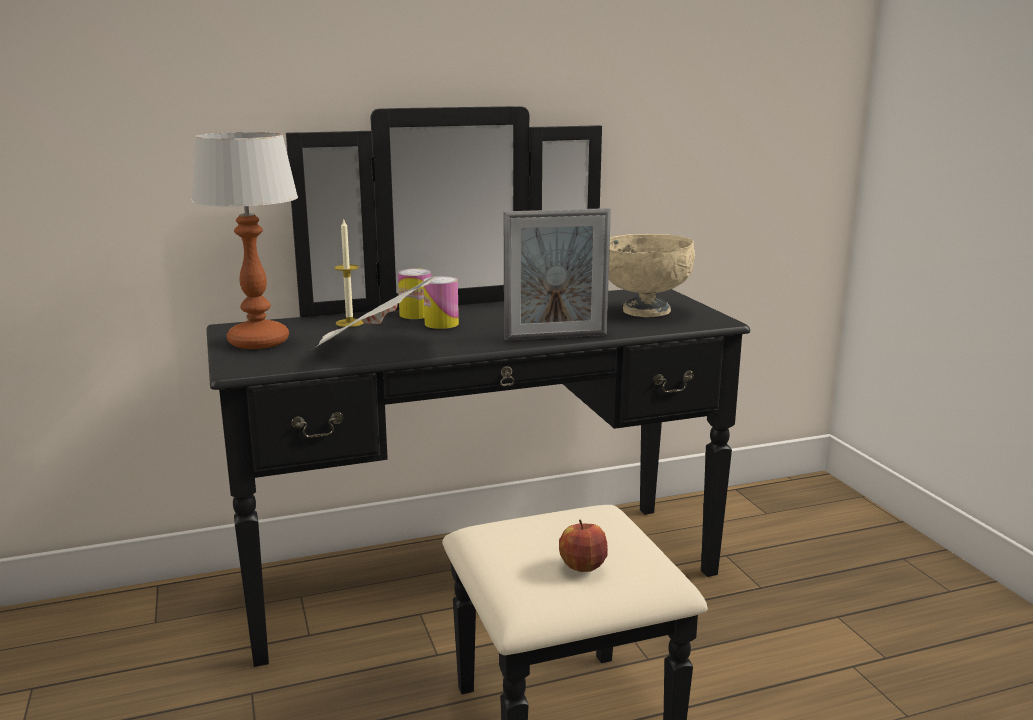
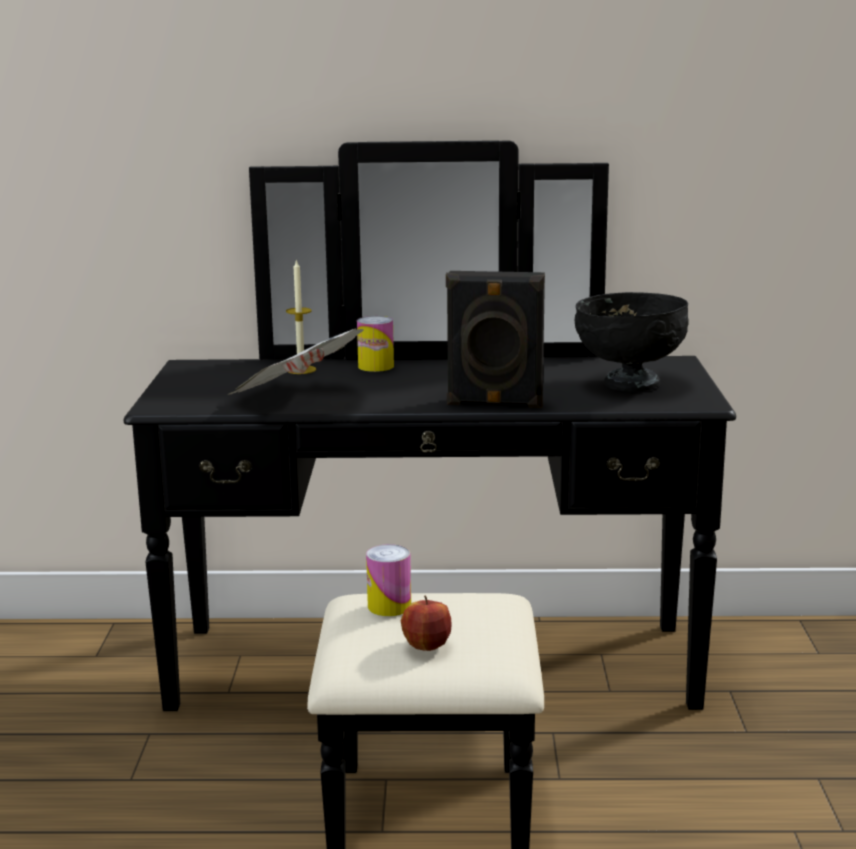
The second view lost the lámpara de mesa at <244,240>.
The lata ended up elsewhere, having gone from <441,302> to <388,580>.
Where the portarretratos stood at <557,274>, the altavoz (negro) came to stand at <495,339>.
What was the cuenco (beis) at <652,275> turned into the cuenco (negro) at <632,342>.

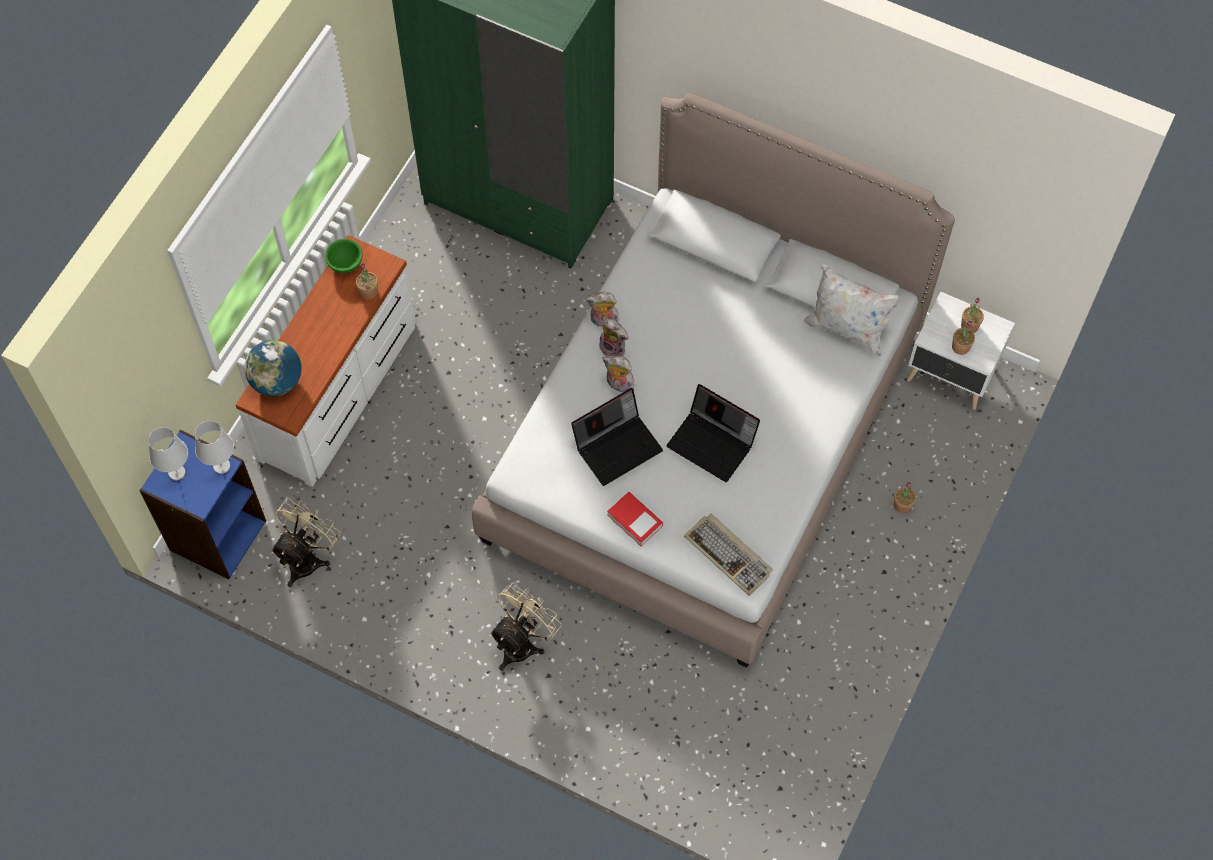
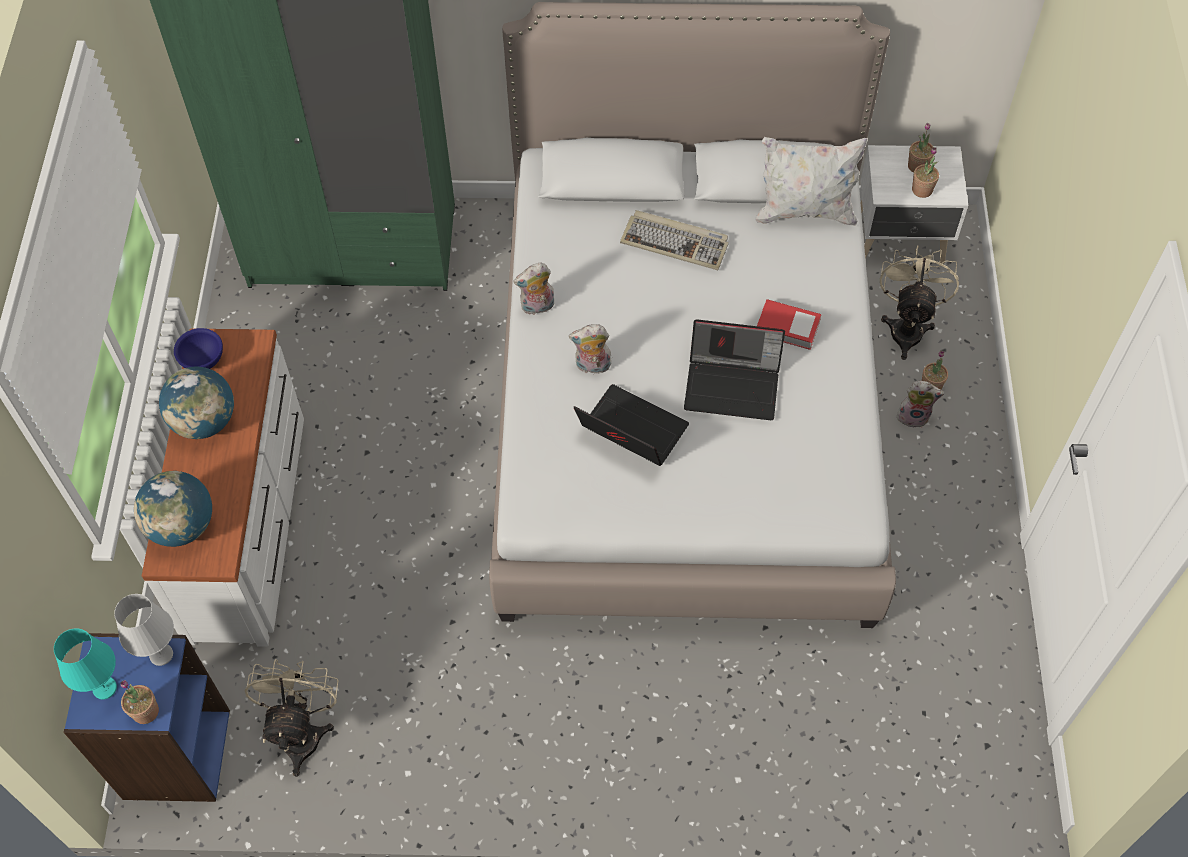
The second view gained the globo terráqueo at <196,403>.
The planta en maceta ended up elsewhere, having gone from <367,281> to <140,702>.
The ventilador (beis) ended up elsewhere, having gone from <525,626> to <919,302>.
The peluche ended up elsewhere, having gone from <614,337> to <920,404>.
The libro ended up elsewhere, having gone from <635,519> to <789,324>.
The teclado ended up elsewhere, having gone from <728,554> to <674,240>.
What was the lámpara de mesa (blanco) at <168,453> turned into the lámpara de mesa (turquesa) at <85,664>.
What was the cuenco (verde) at <344,256> turned into the cuenco (azul) at <198,348>.
The portátil at <617,437> ended up facing another way, 90 degrees counterclockwise from before.

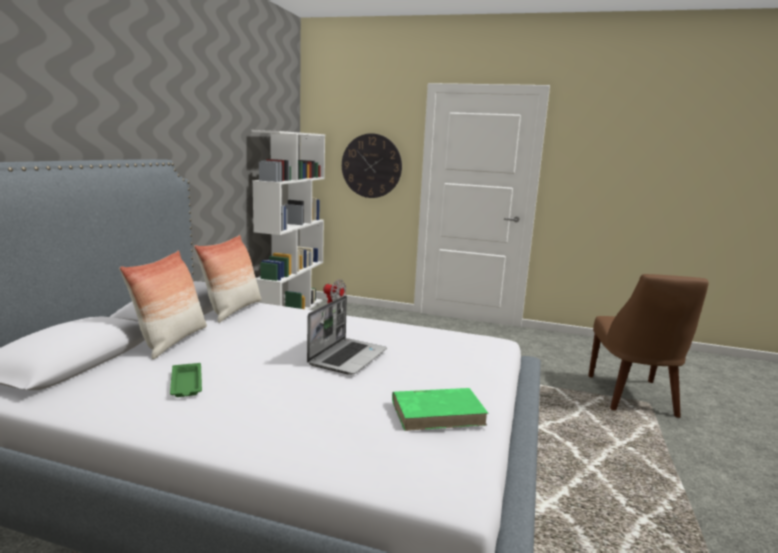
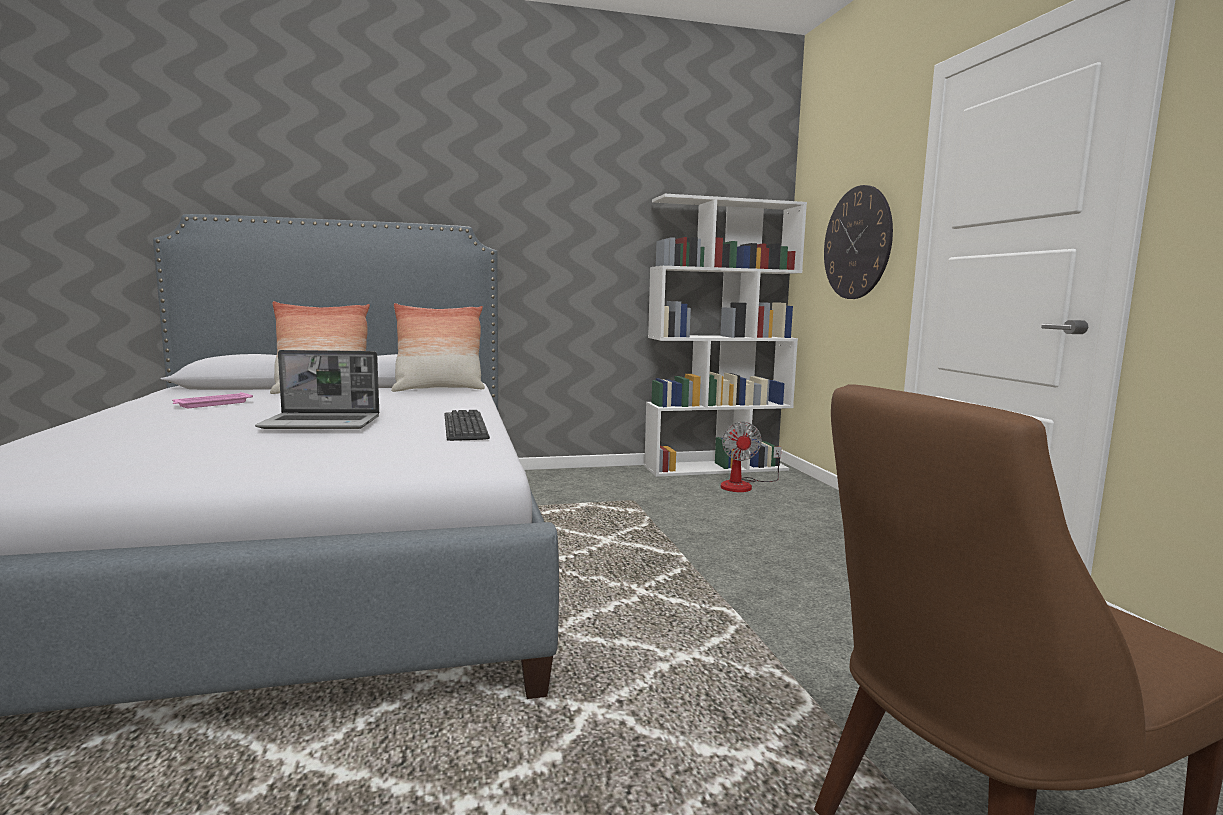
The second view lost the libro (verde) at <440,409>.
The second view gained the teclado at <467,425>.
What was the bandeja (verde) at <186,380> turned into the bandeja (rosa) at <212,400>.

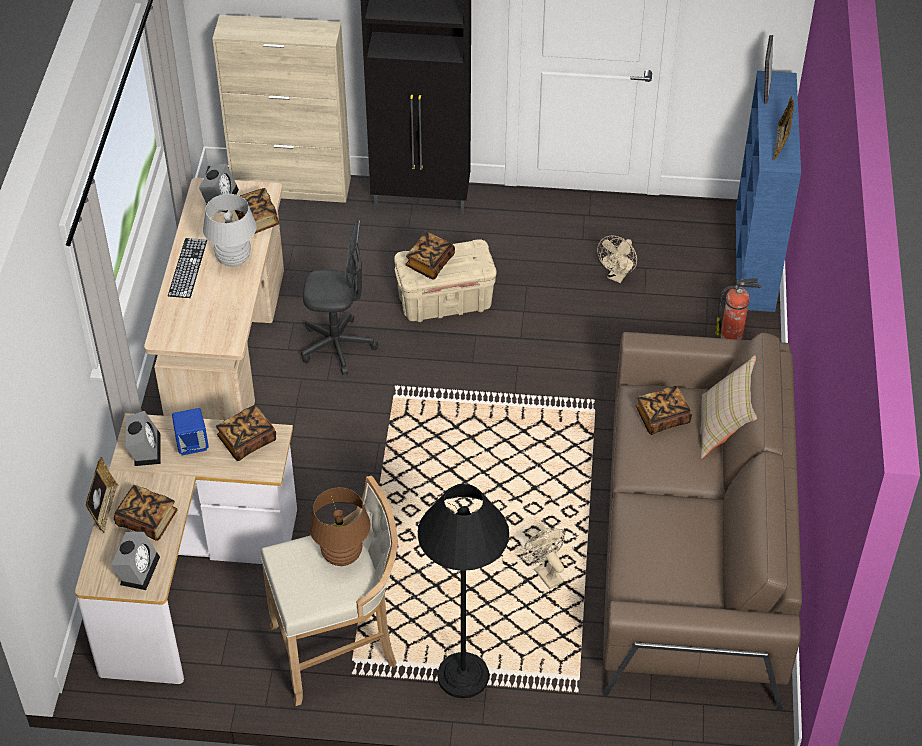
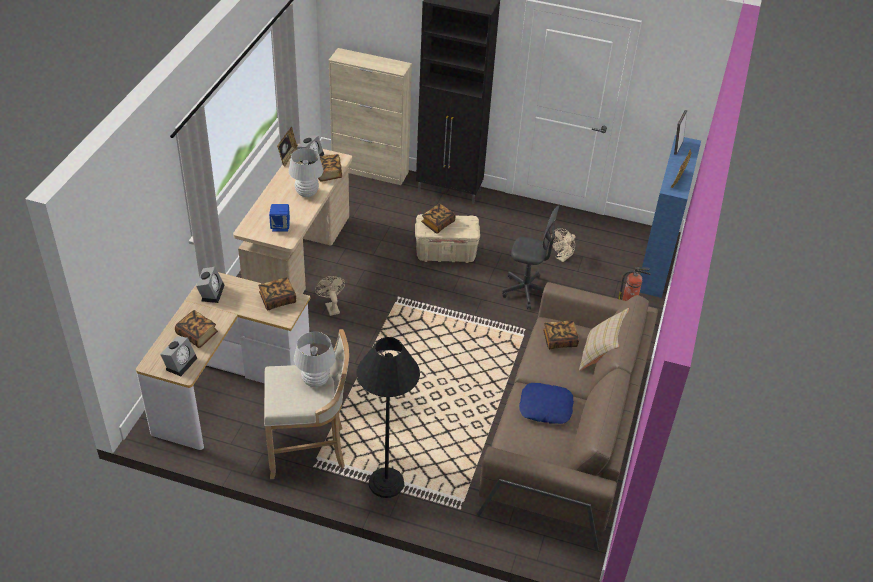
The second view lost the teclado at <187,268>.
The second view gained the cojín (azul) at <546,403>.
The portarretratos ended up elsewhere, having gone from <102,495> to <287,147>.
The altavoz (azul) ended up elsewhere, having gone from <190,431> to <279,217>.
The silla de oficina (gris) ended up elsewhere, having gone from <339,297> to <530,257>.
The ventilador (beis) ended up elsewhere, having gone from <543,558> to <330,296>.
What was the lámpara de mesa (marrón) at <339,526> turned into the lámpara de mesa (blanco) at <315,359>.

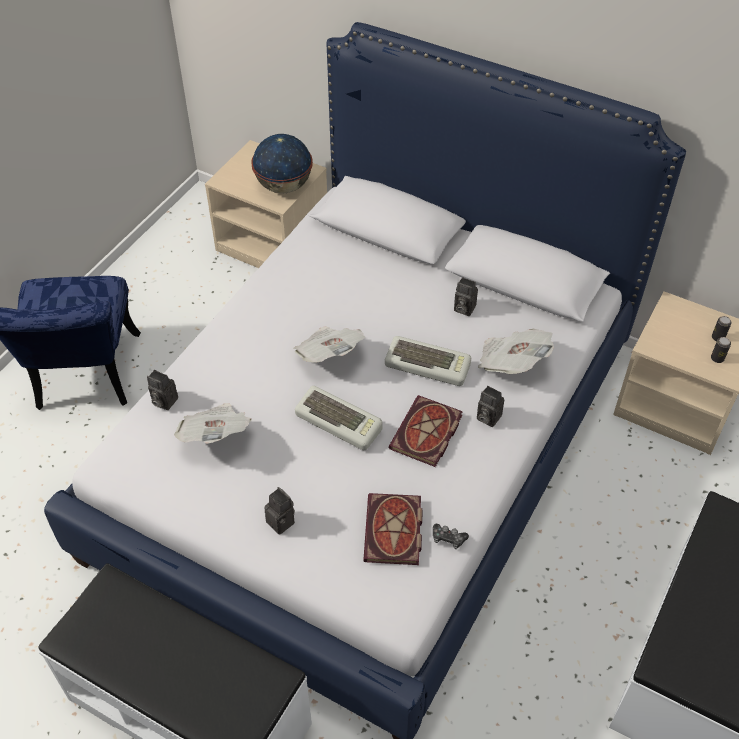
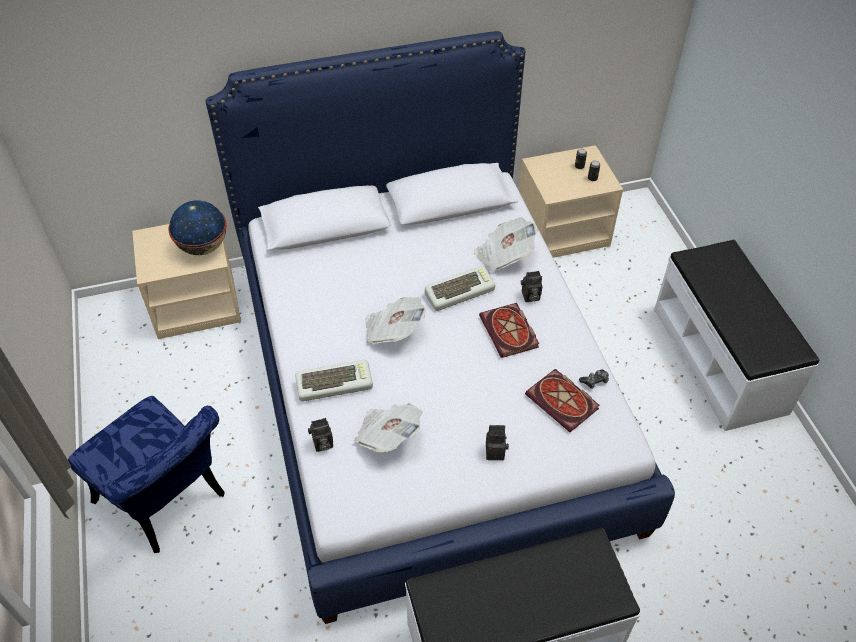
The second view lost the cámara at <466,296>.
The teclado ended up elsewhere, having gone from <338,418> to <334,380>.

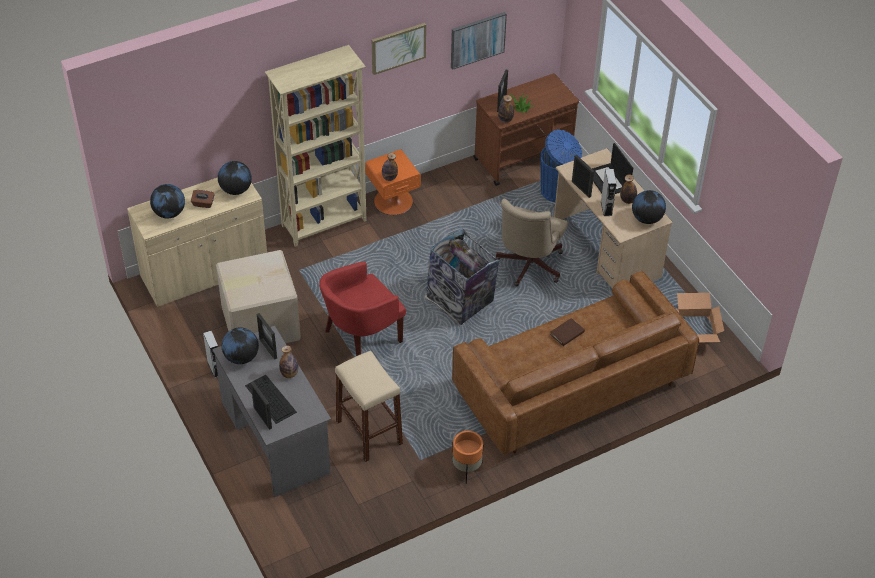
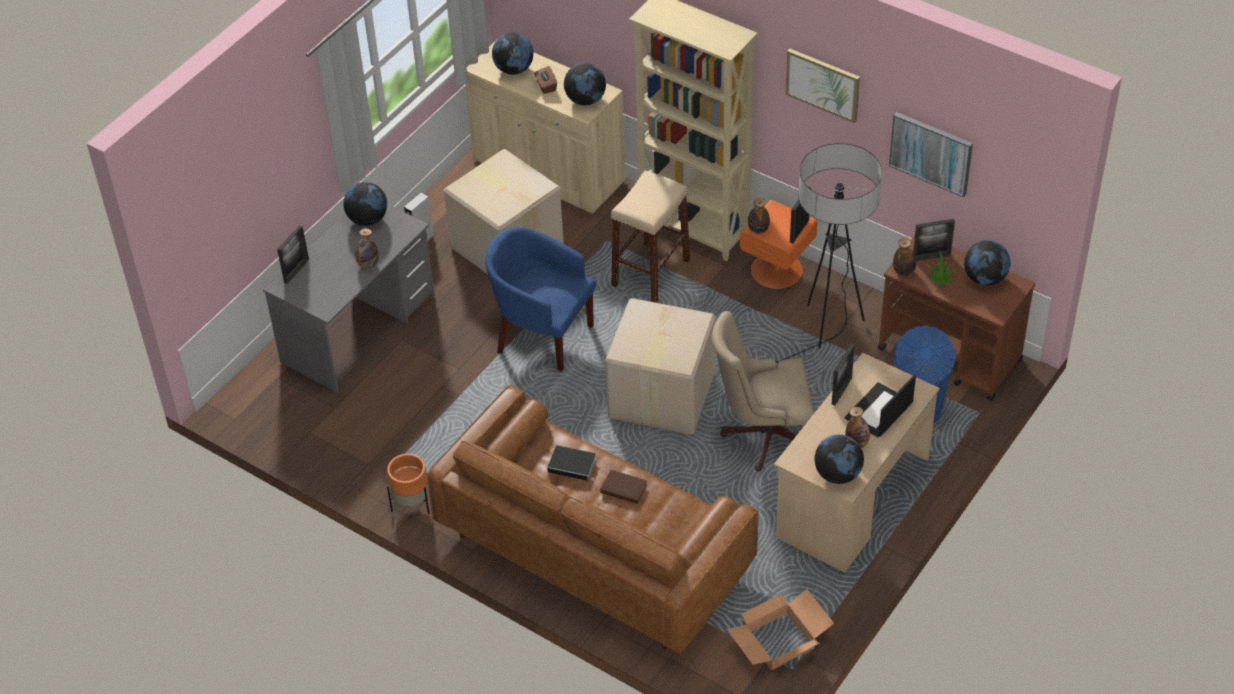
The second view lost the teclado at <271,399>.
The second view lost the altavoz (gris) at <609,192>.
The second view gained the libro at <571,463>.
The second view gained the lámpara de pie at <826,253>.
The second view gained the globo terráqueo at <987,263>.
The portarretratos ended up elsewhere, having gone from <267,336> to <800,215>.
The taburete (beis) ended up elsewhere, having gone from <369,406> to <650,237>.
Where the papelera stood at <463,277>, the caja de cartón came to stand at <660,366>.
What was the sillón (rojo) at <362,309> turned into the sillón (azul) at <540,299>.

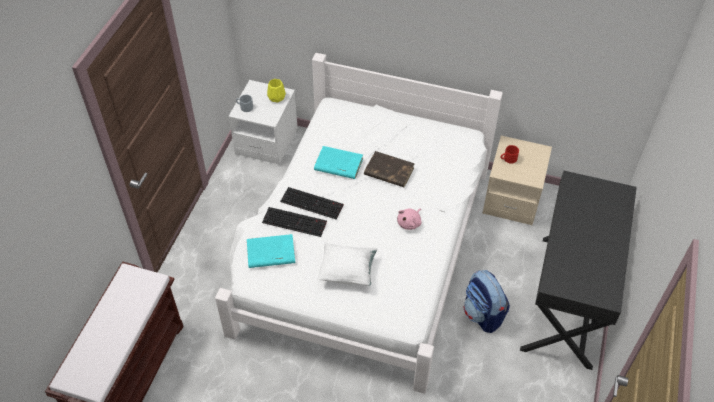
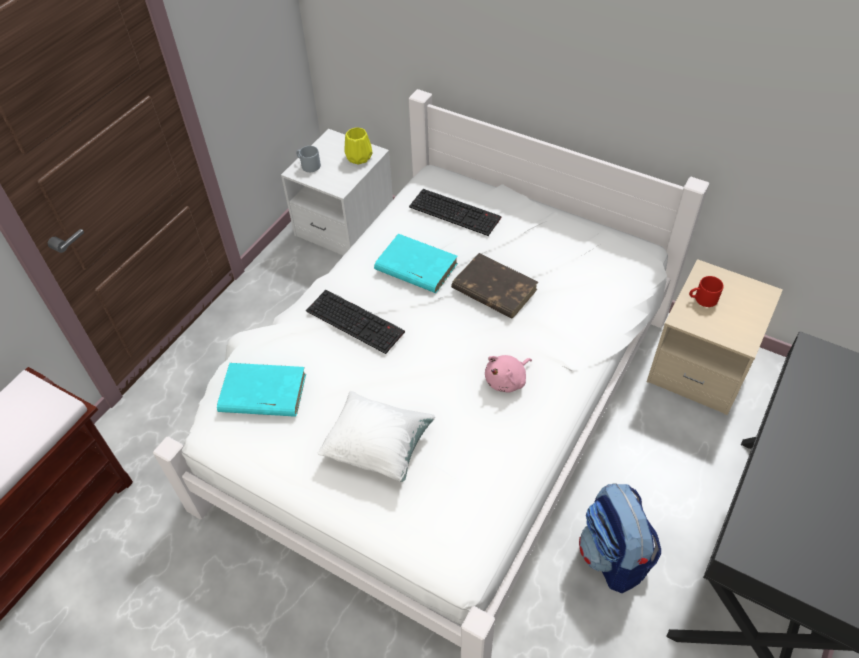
The teclado ended up elsewhere, having gone from <294,222> to <455,212>.

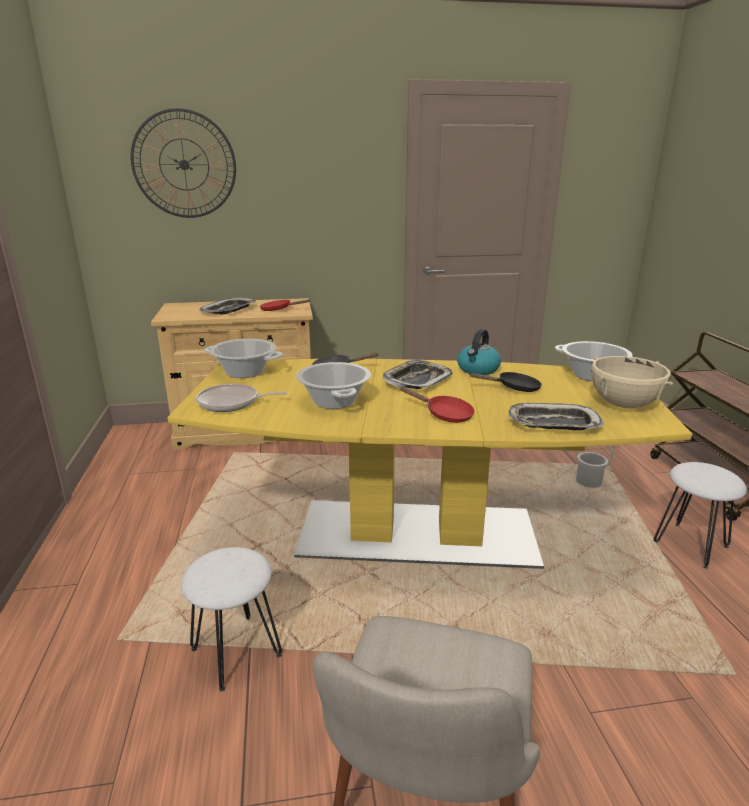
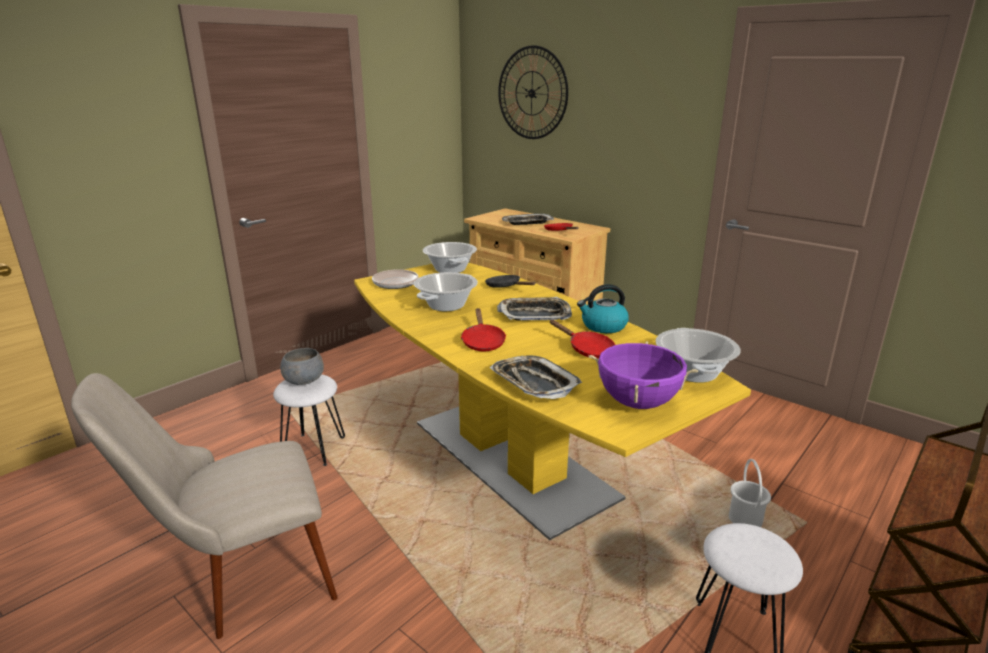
The second view gained the cuenco (gris) at <302,366>.
What was the sartén (negro) at <506,382> turned into the sartén (rojo) at <582,339>.
What was the olla (beis) at <633,382> turned into the olla (morado) at <643,375>.

